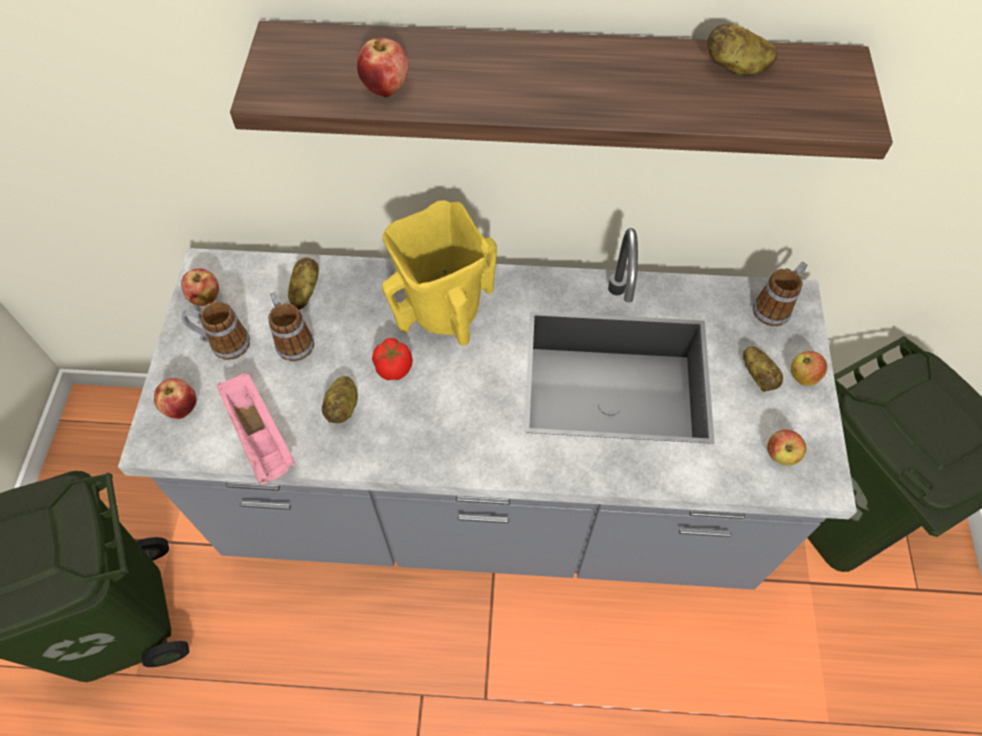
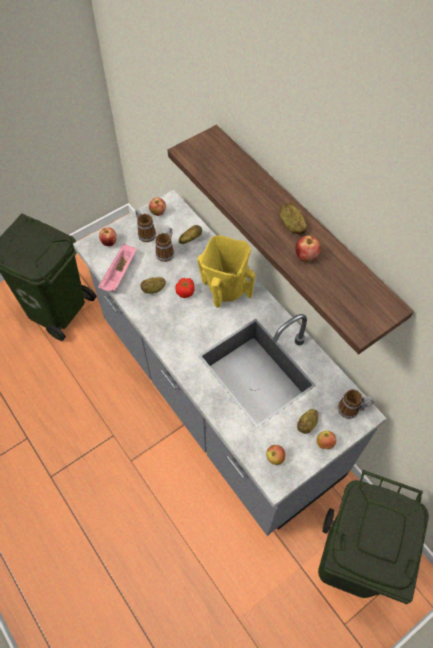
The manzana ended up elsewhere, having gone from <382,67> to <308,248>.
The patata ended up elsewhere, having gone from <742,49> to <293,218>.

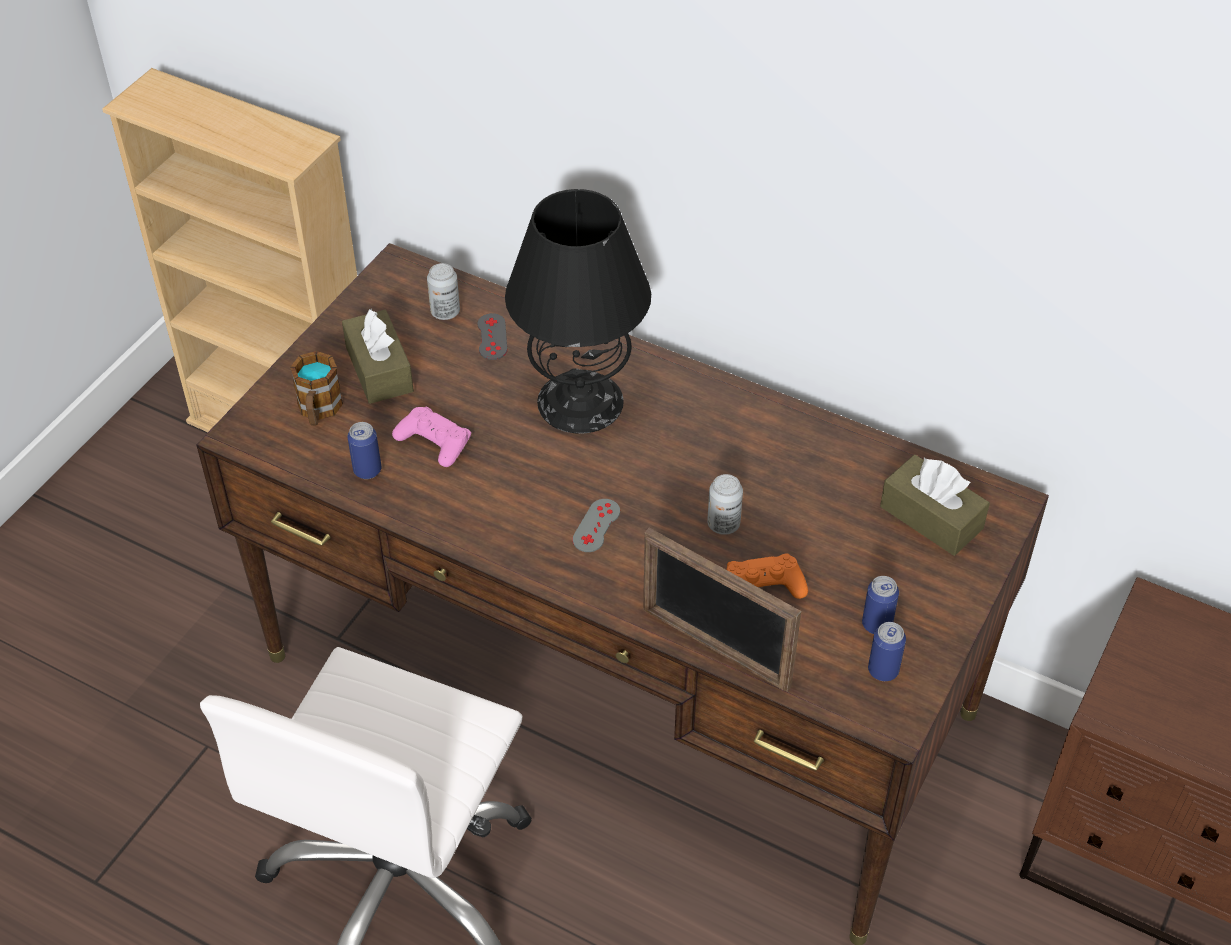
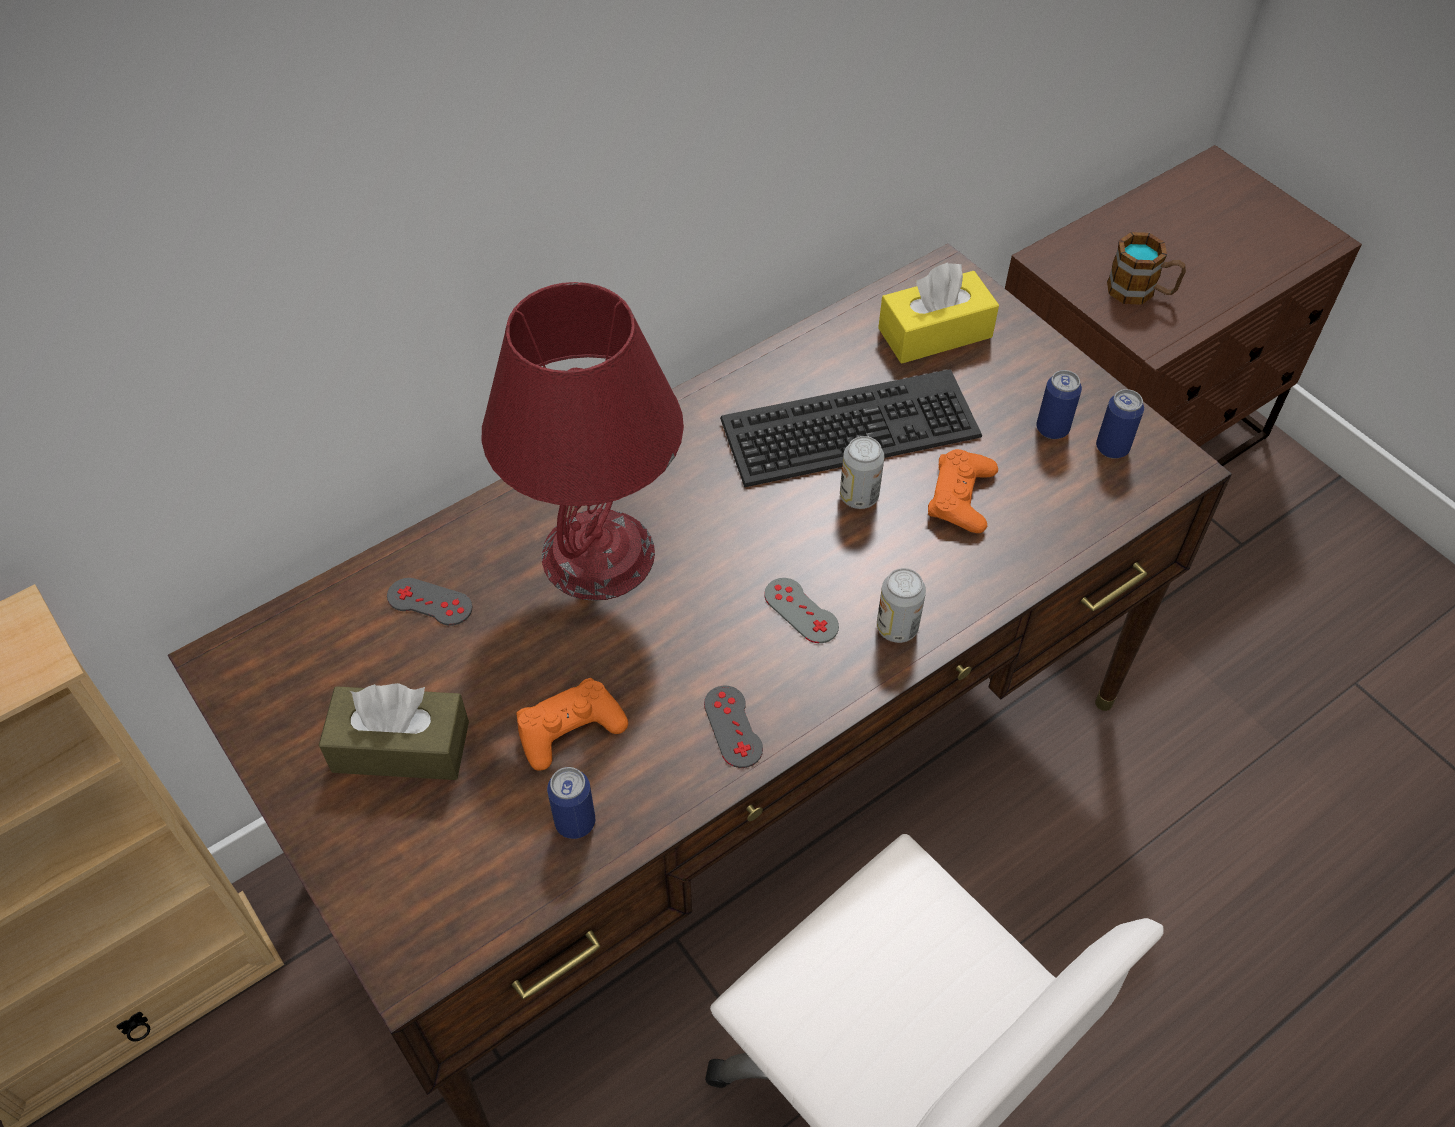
The second view lost the portarretratos at <722,610>.
The second view gained the mando de consola (gris) at <733,726>.
The second view gained the teclado at <851,428>.
The taza grande ended up elsewhere, having gone from <316,388> to <1146,268>.
The lata ended up elsewhere, having gone from <443,291> to <901,605>.
What was the mando de consola (rosa) at <431,437> turned into the mando de consola (naranja) at <572,724>.
What was the lámpara de mesa (negro) at <578,311> turned into the lámpara de mesa (rojo) at <583,441>.
What was the caja de pañuelos (marrón) at <935,505> turned into the caja de pañuelos (amarillo) at <938,313>.

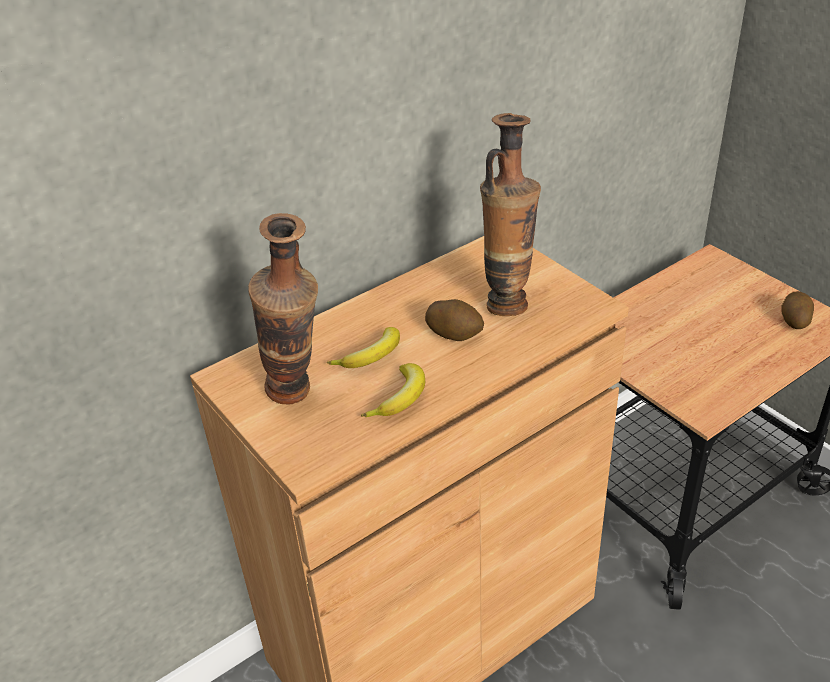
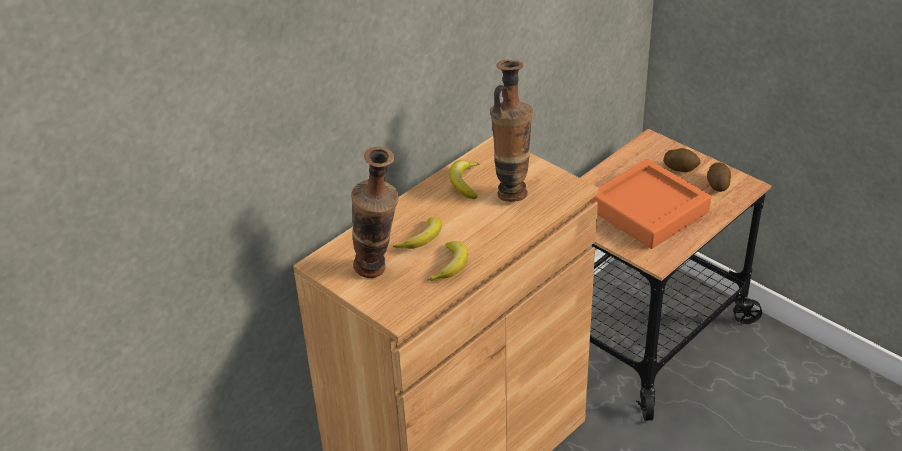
The second view gained the plátano at <464,179>.
The second view gained the bandeja (naranja) at <650,204>.
The patata ended up elsewhere, having gone from <454,320> to <682,160>.

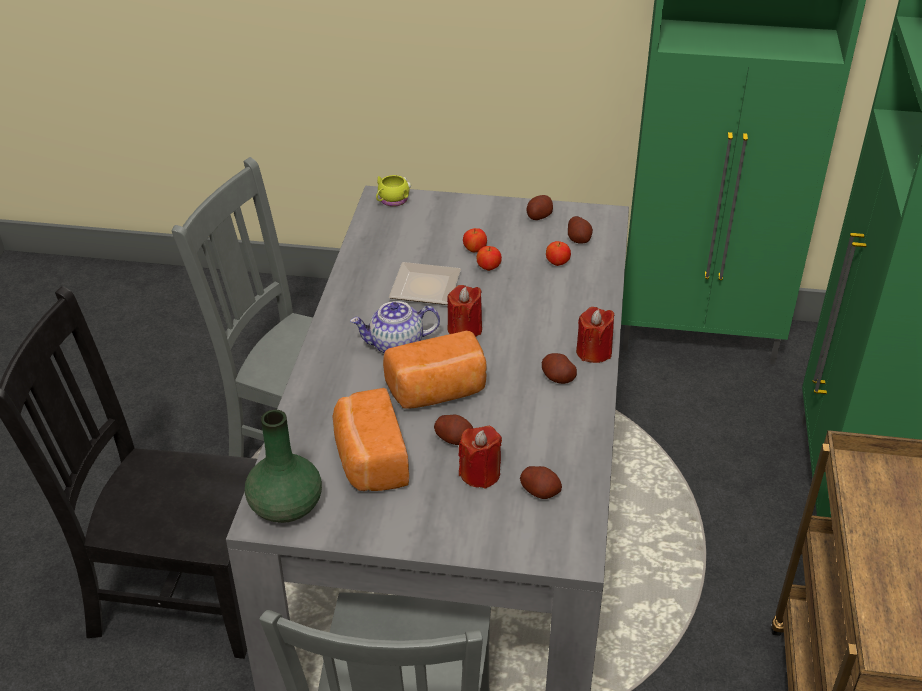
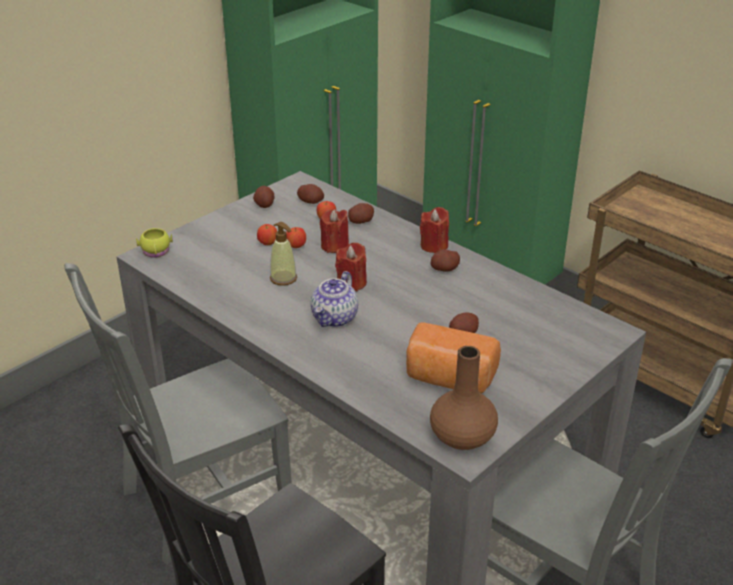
The second view lost the pan at <435,370>.
The vela (rojo) ended up elsewhere, having gone from <480,457> to <334,231>.
The patata ended up elsewhere, having gone from <541,482> to <361,213>.
Where the plato stood at <425,283>, the dispensador de jabón came to stand at <283,254>.
What was the florero (verde) at <283,466> turned into the florero (marrón) at <464,398>.

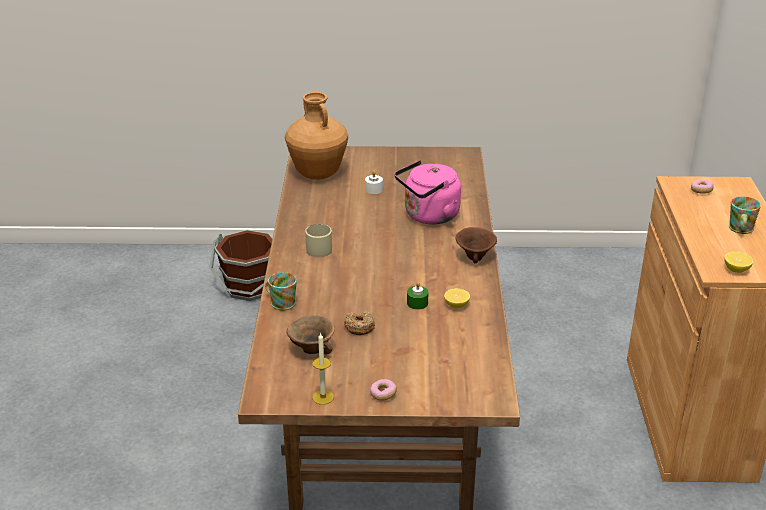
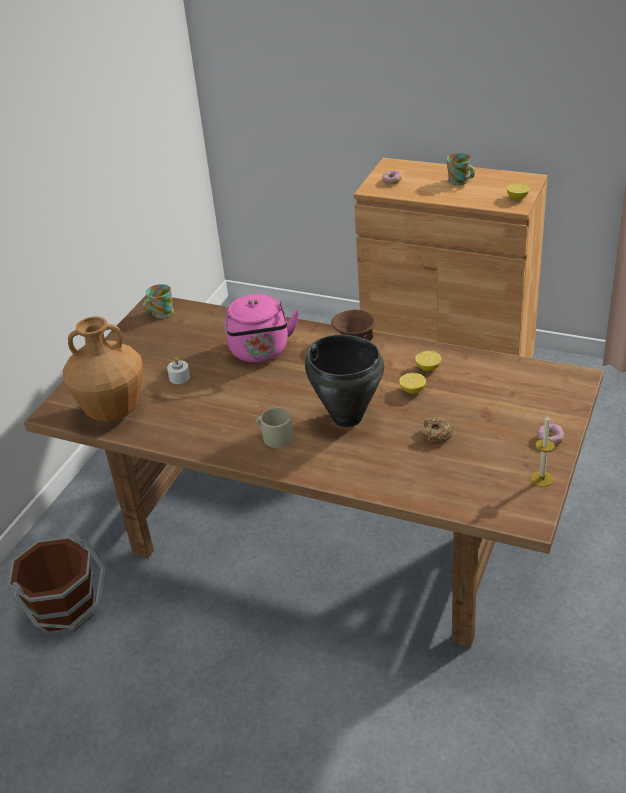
The second view lost the cuenco (marrón) at <311,335>.
The second view gained the olla (negro) at <344,381>.
The taza grande ended up elsewhere, having gone from <281,291> to <158,301>.
Where the vela (verde) stood at <417,296>, the limón came to stand at <412,383>.

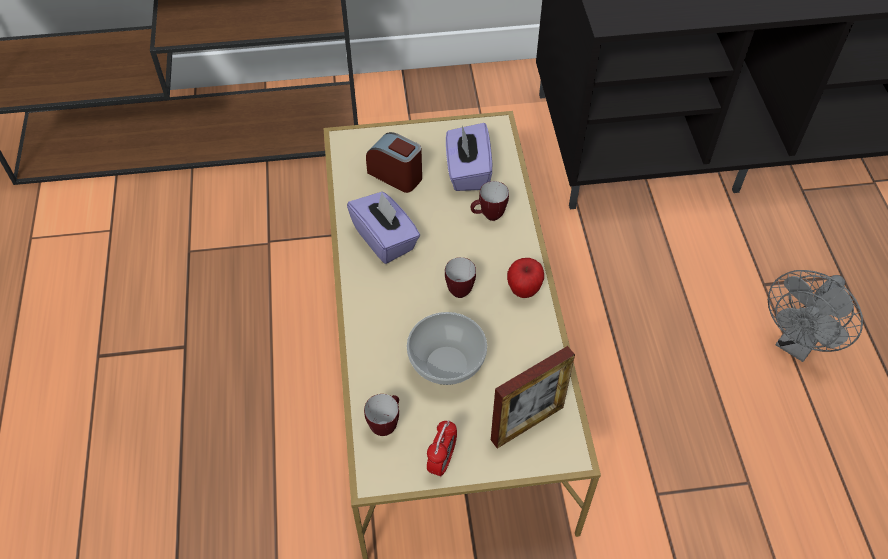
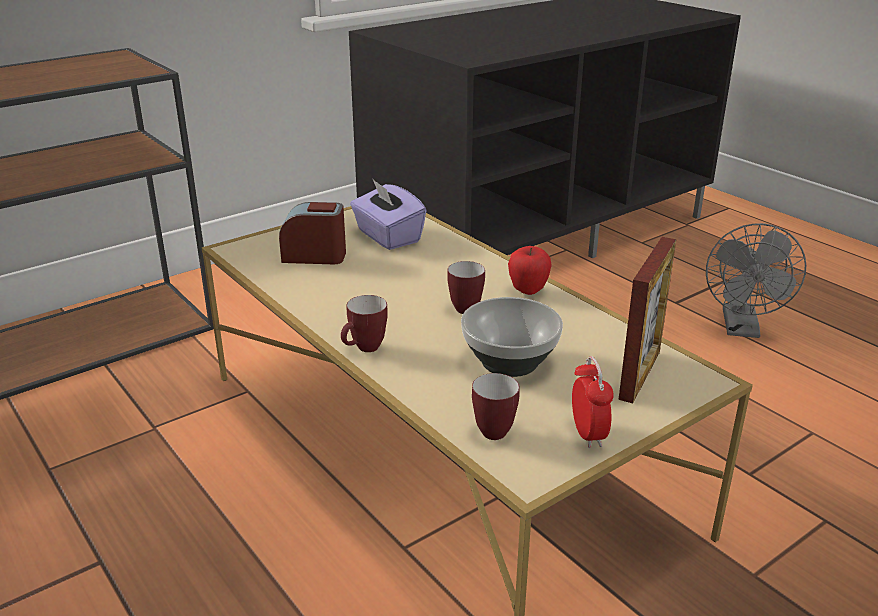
The second view lost the caja de pañuelos (morado) at <383,228>.
The taza grande ended up elsewhere, having gone from <489,201> to <364,323>.

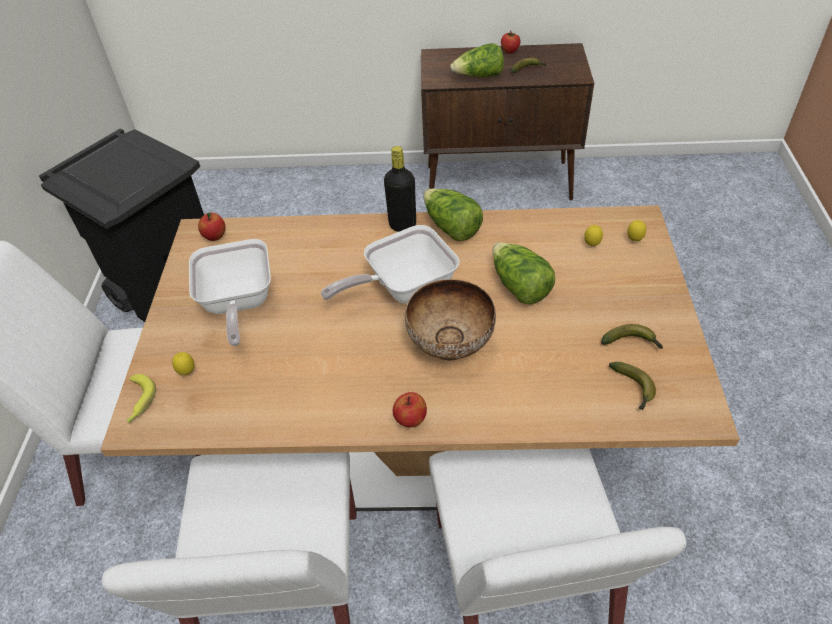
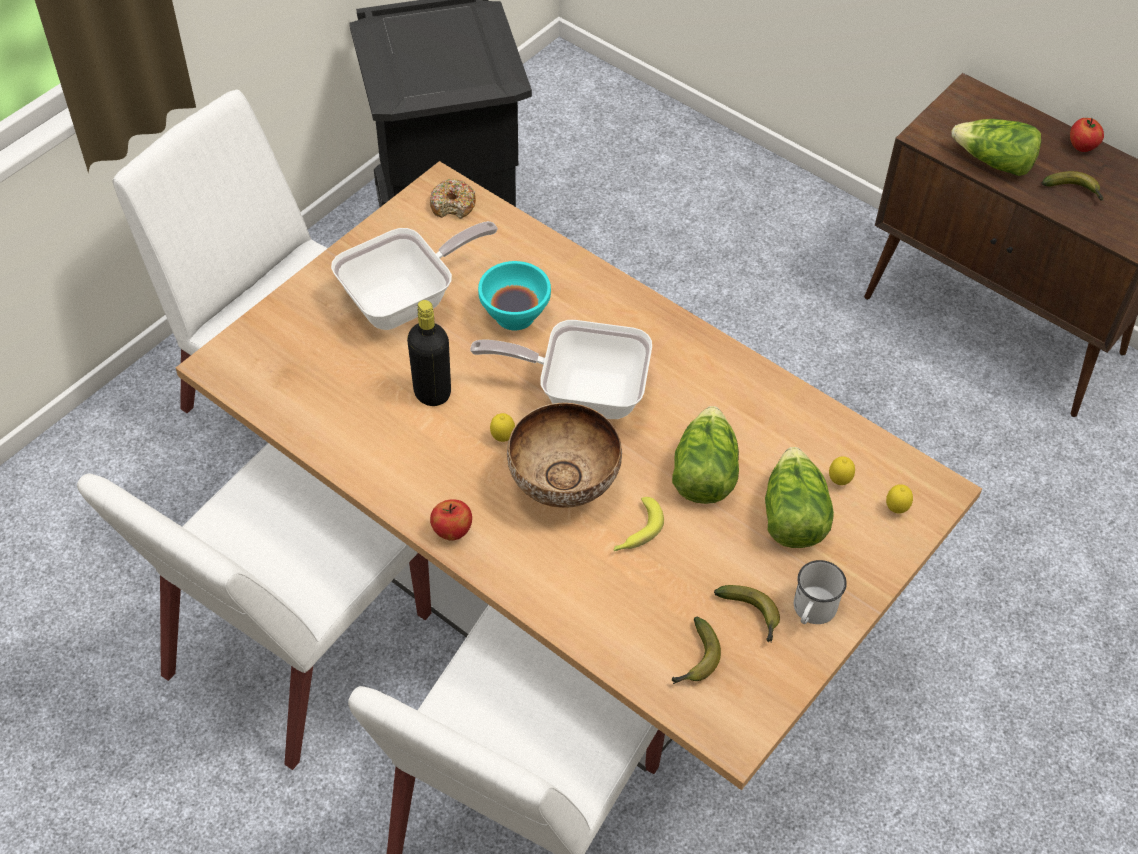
The second view gained the cuenco (turquesa) at <514,295>.
The second view gained the taza grande (blanco) at <820,592>.
The plátano ended up elsewhere, having gone from <141,398> to <638,524>.
The limón ended up elsewhere, having gone from <183,363> to <502,427>.
The botella (negro) ended up elsewhere, having gone from <400,189> to <429,353>.
The lechuga ended up elsewhere, having gone from <453,215> to <799,497>.
Where the manzana stood at <211,227>, the rosquilla came to stand at <453,199>.
The sartén at <230,292> ended up facing another way, 150 degrees counterclockwise from before.

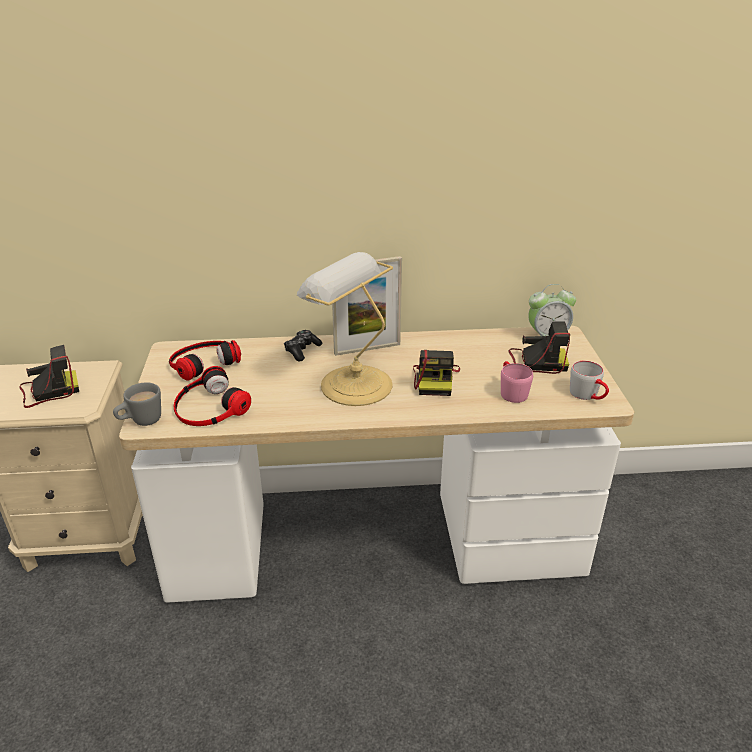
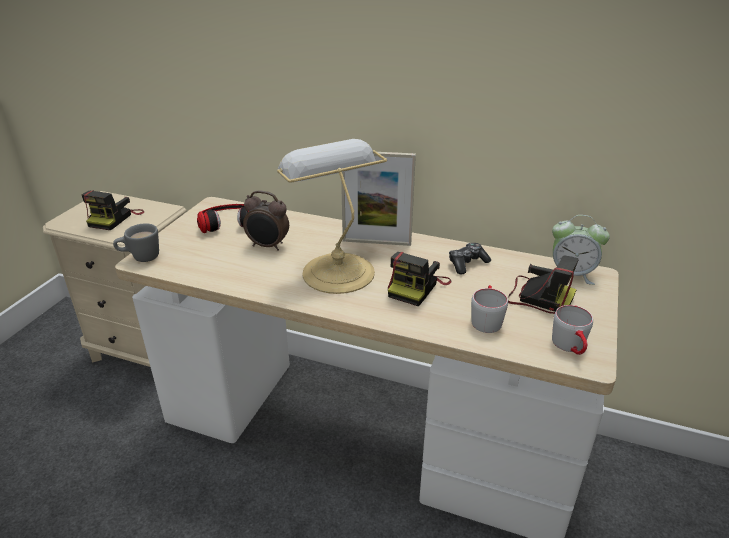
The second view lost the auriculares at <212,396>.
The second view gained the despertador at <266,220>.
The mando de consola ended up elsewhere, having gone from <303,345> to <470,259>.
What was the taza grande (rosa) at <517,382> turned into the taza grande (gris) at <489,309>.
The cámara at <49,376> ended up facing another way, 105 degrees clockwise from before.

